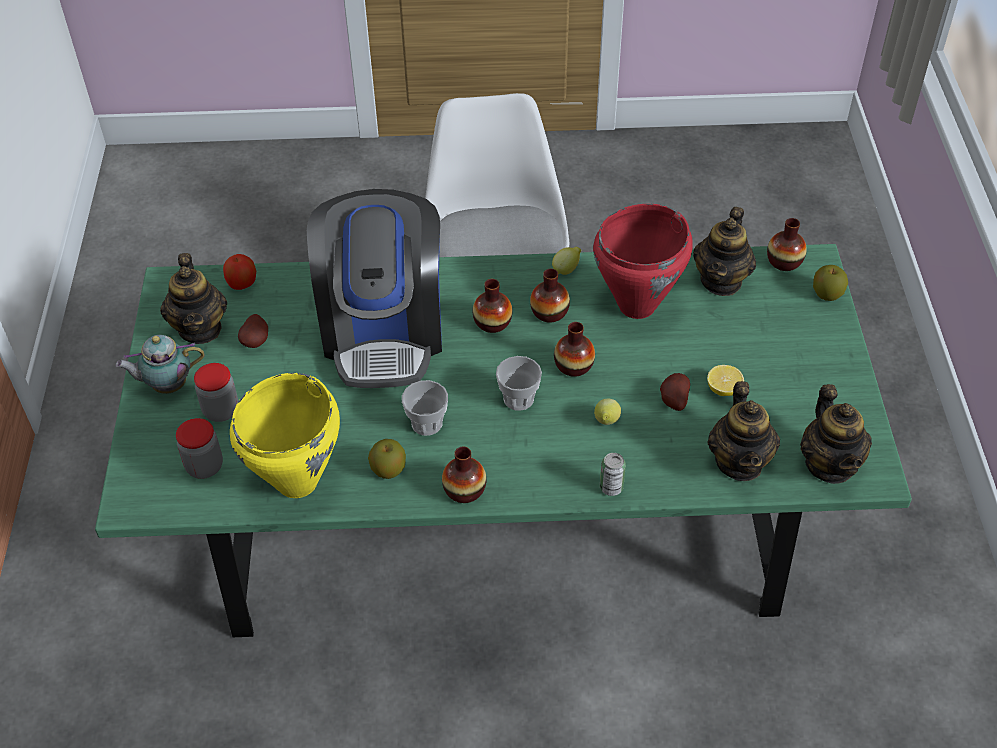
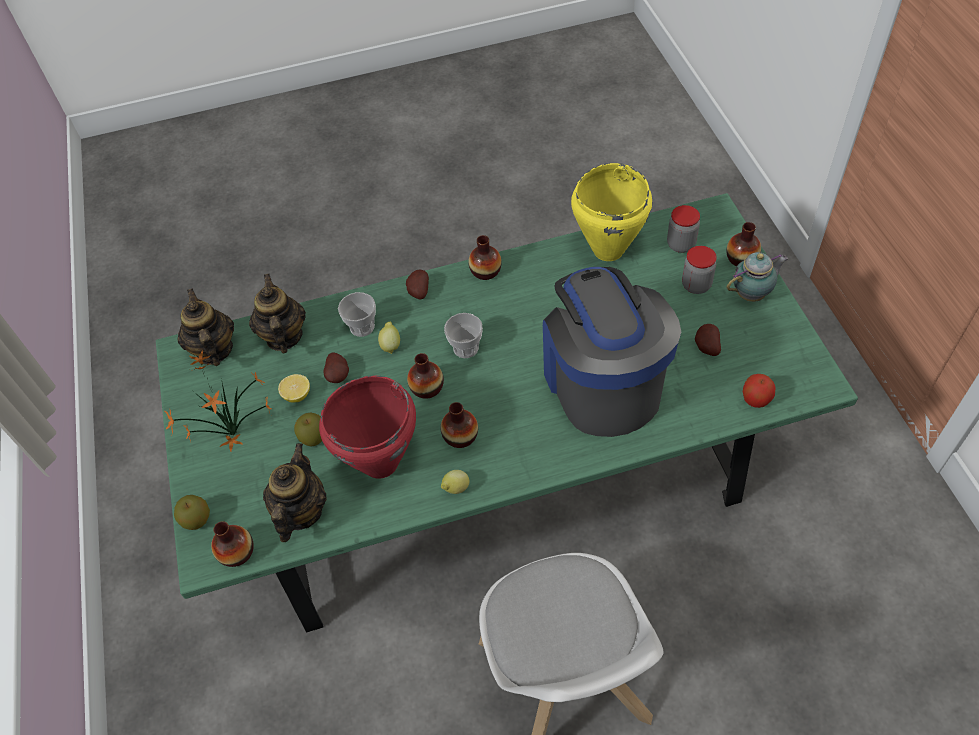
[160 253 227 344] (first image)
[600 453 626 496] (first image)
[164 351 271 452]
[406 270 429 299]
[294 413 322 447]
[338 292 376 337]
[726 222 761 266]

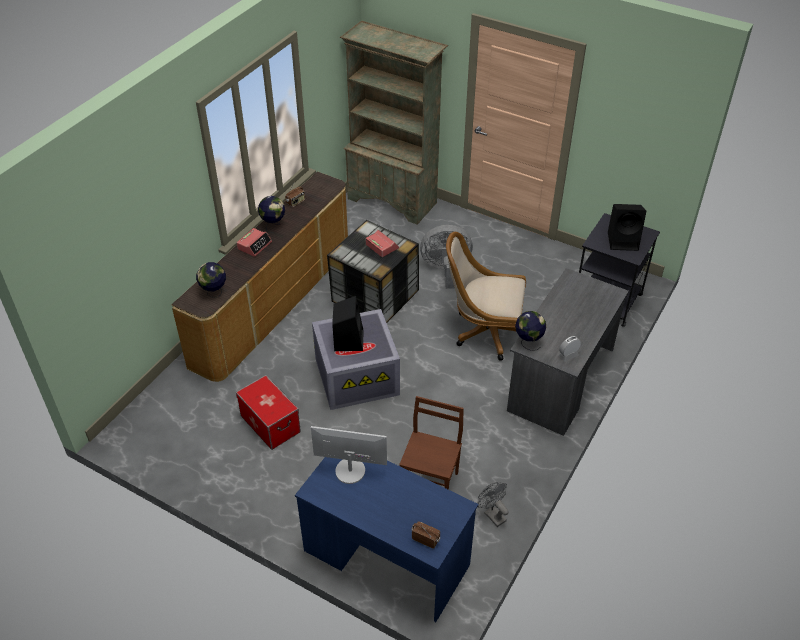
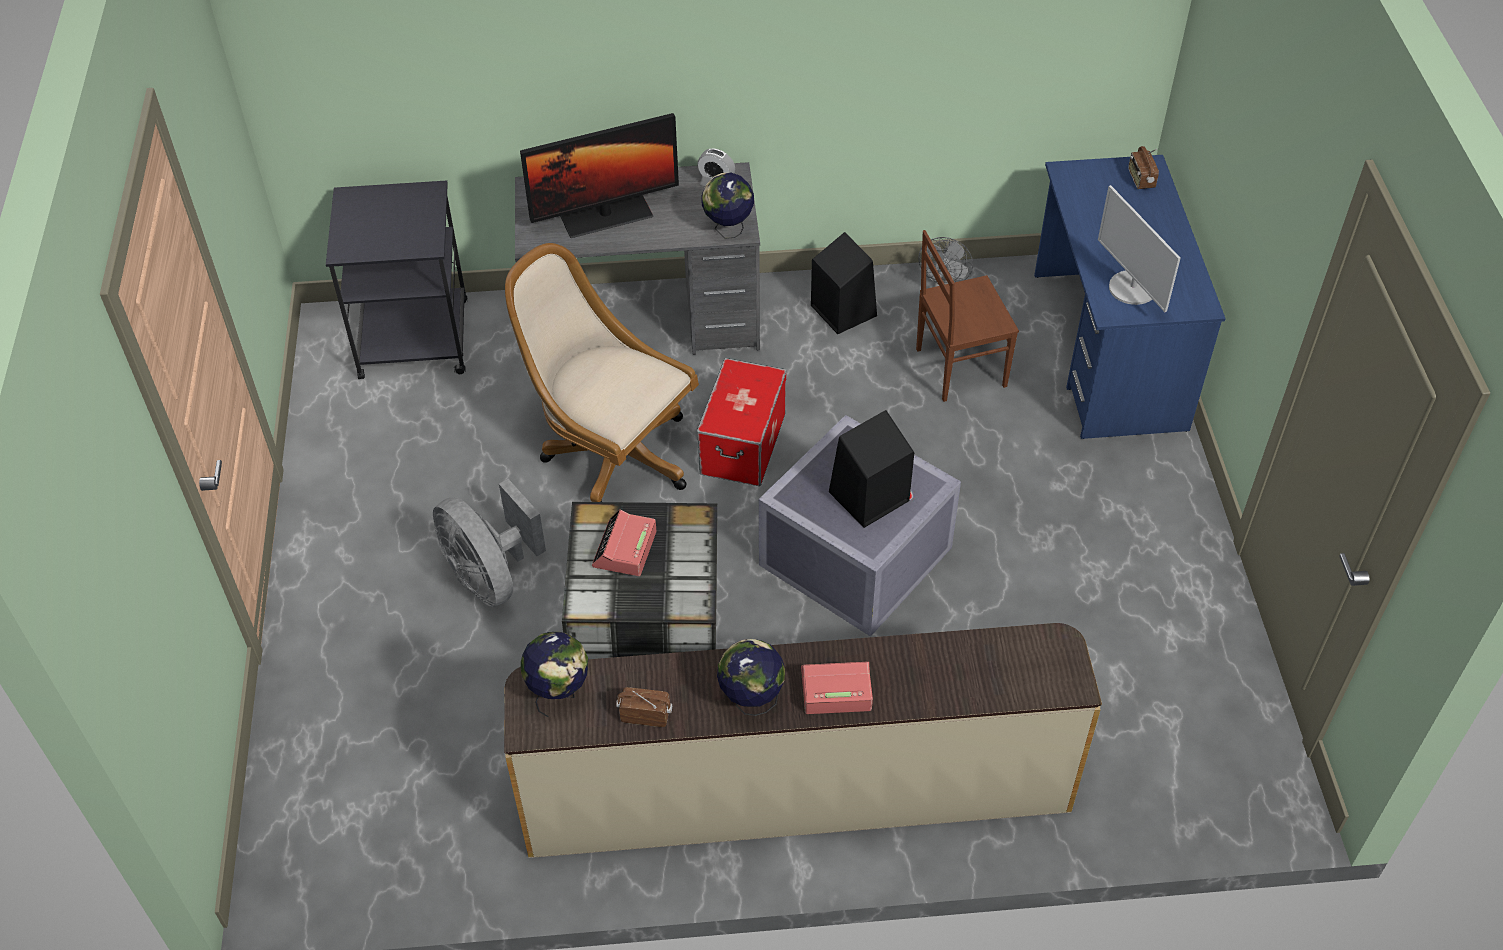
[340 21 448 224] (first image)
[520 113 679 238]
[521 632 588 717]
[697 358 787 486]
[811 232 877 334]
[505 243 699 502]

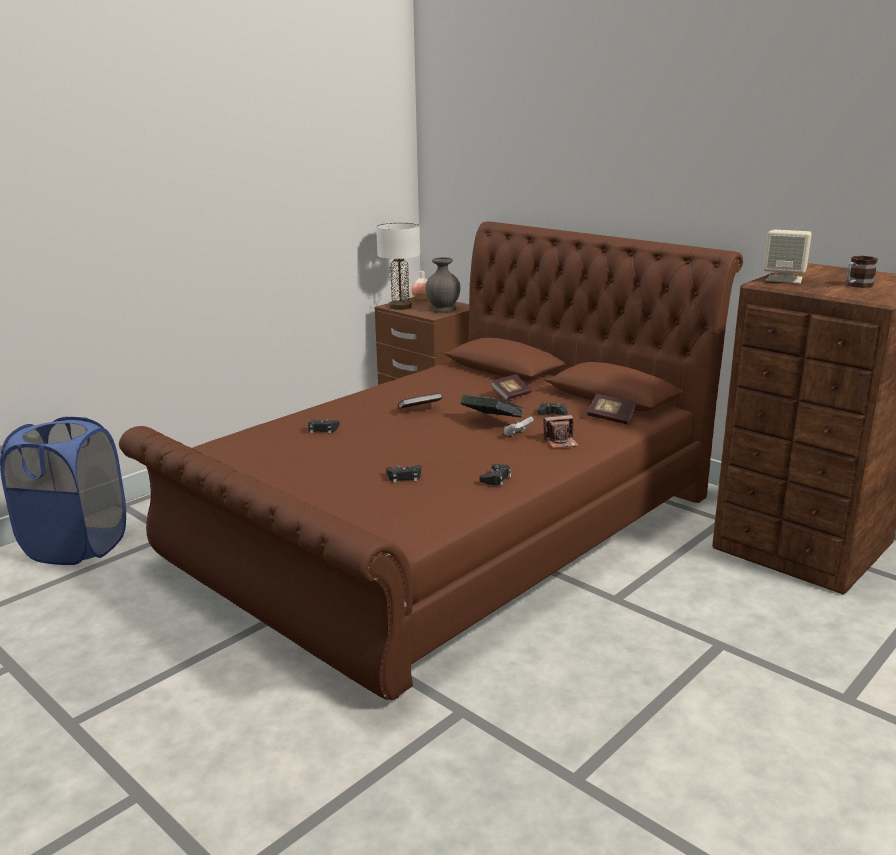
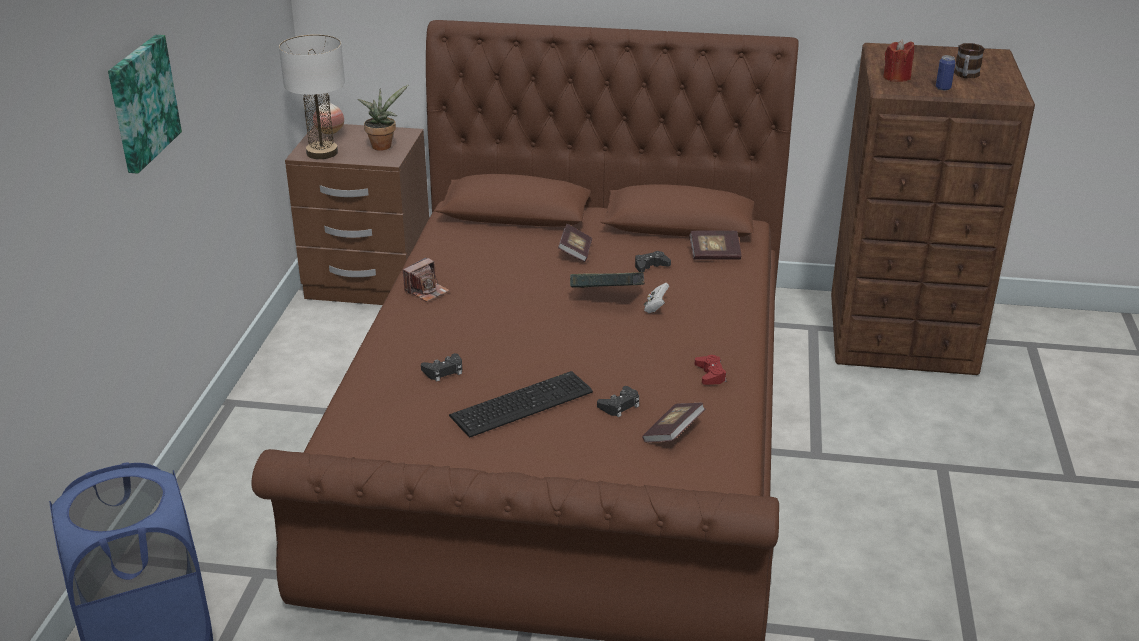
[108 35 182 174]
[449 371 593 438]
[936 55 956 90]
[642 403 706 442]
[403 257 450 302]
[358 85 408 151]
[883 39 914 82]
[695 355 726 385]

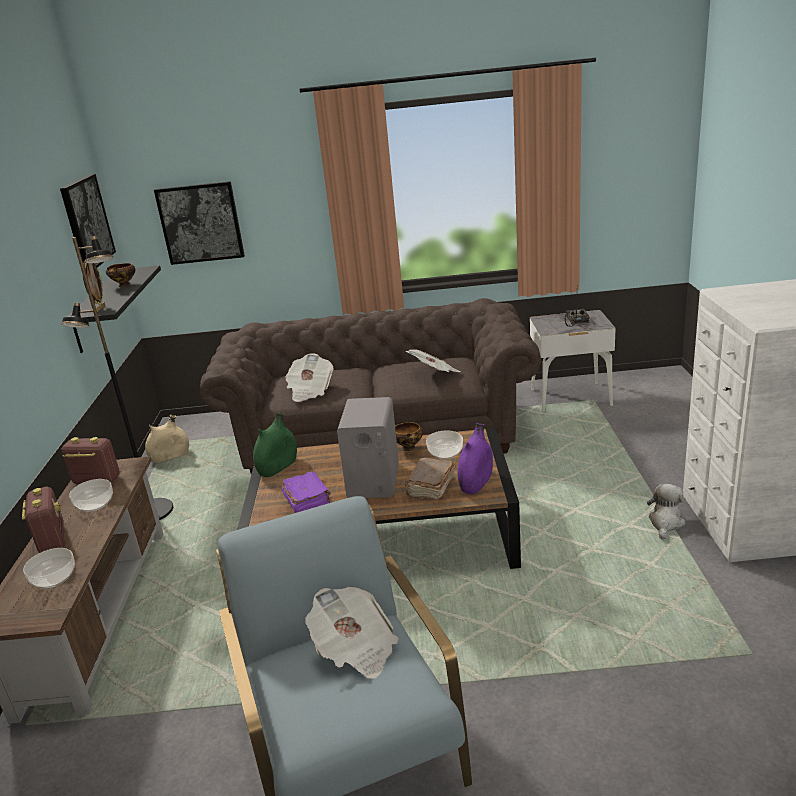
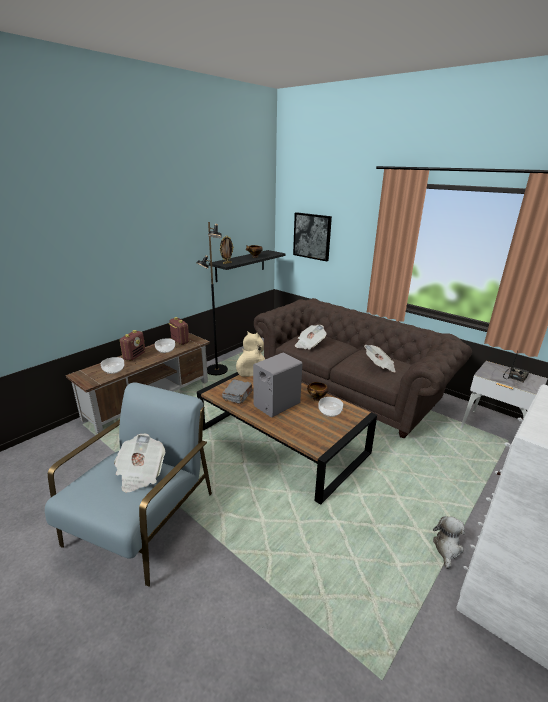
[60 174 116 268] (first image)
[405 458 455 501] (first image)
[458 423 493 494] (first image)
[236 345 265 377]
[222 380 252 404]
[433 516 465 569]

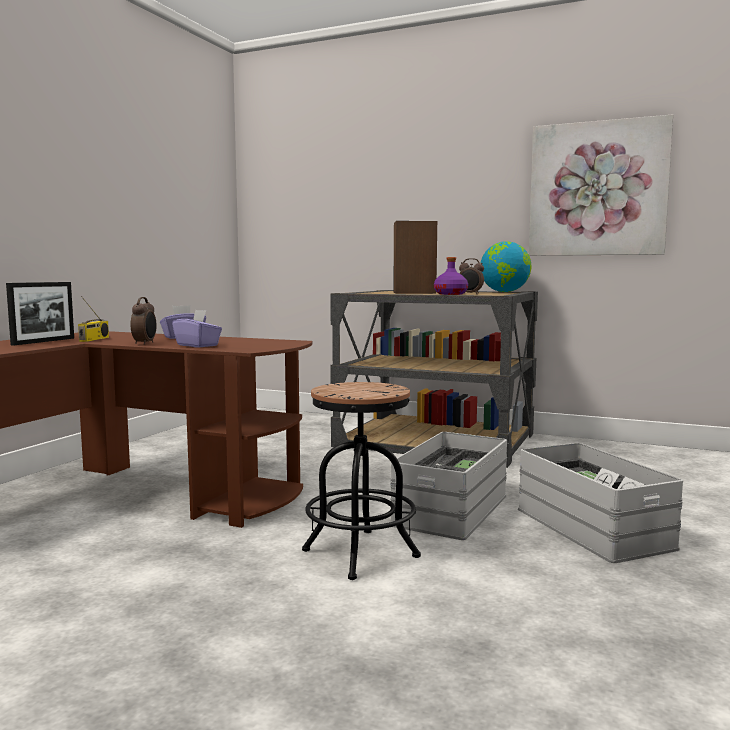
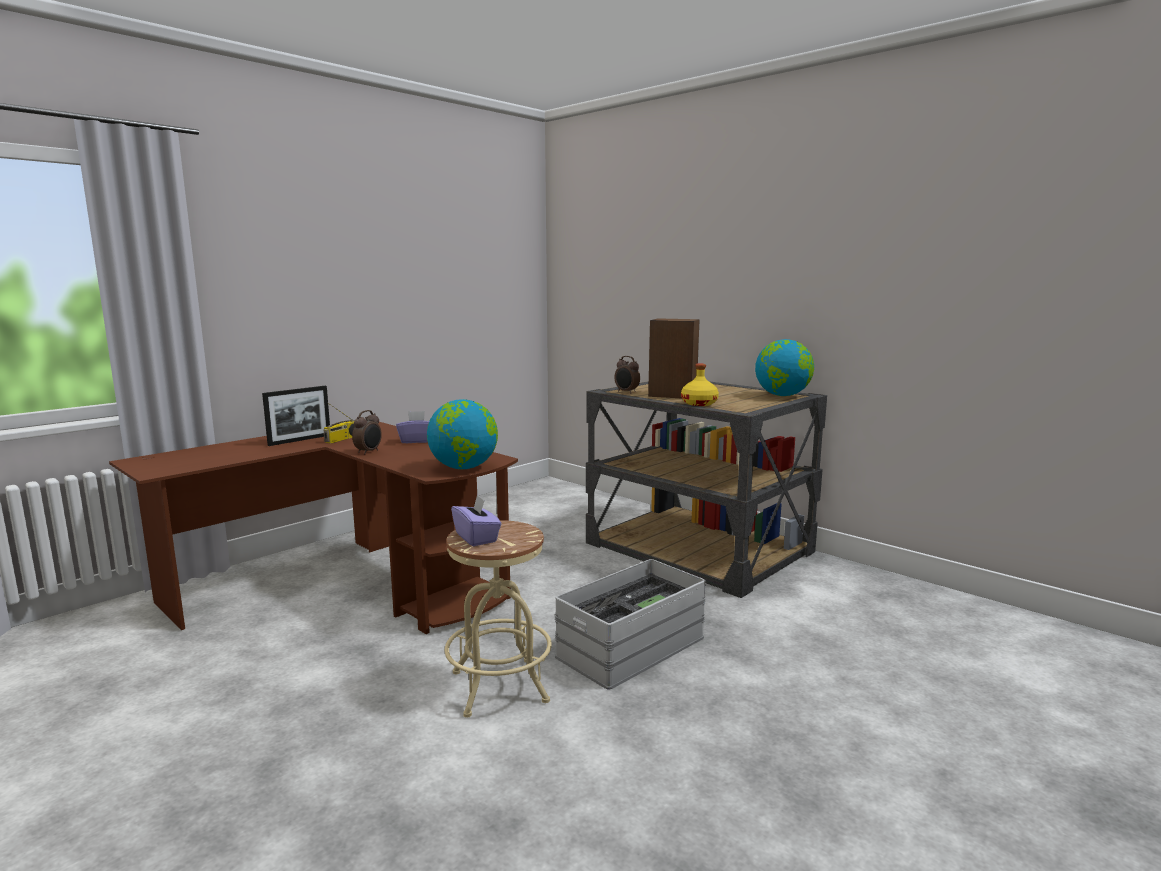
[518 443 683 563] (first image)
[529 115 673 256] (first image)
[427 399 498 469]
[451 495 501 546]
[614 356 640 393]
[445 520 552 718]
[681 364 719 406]

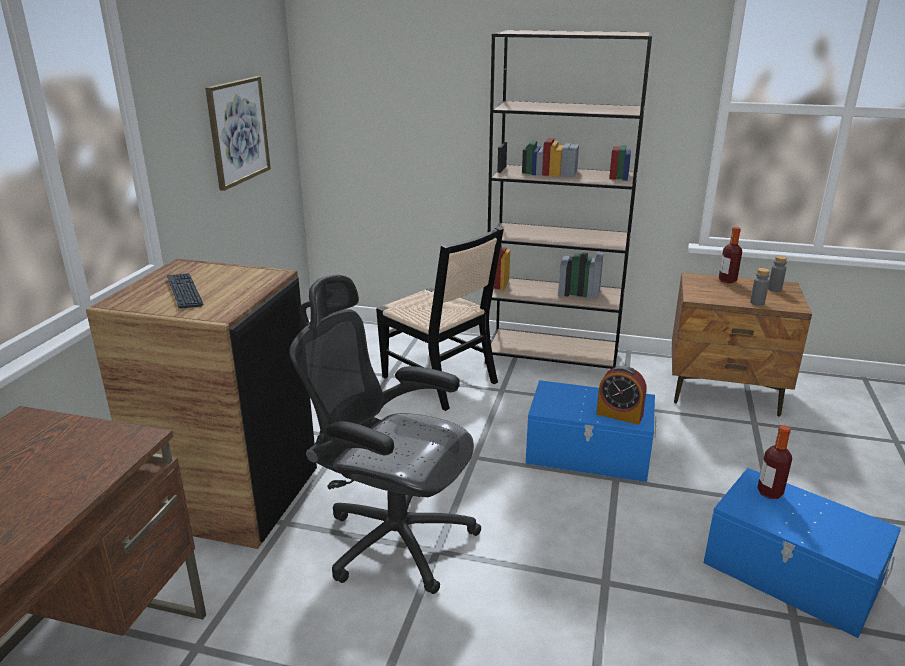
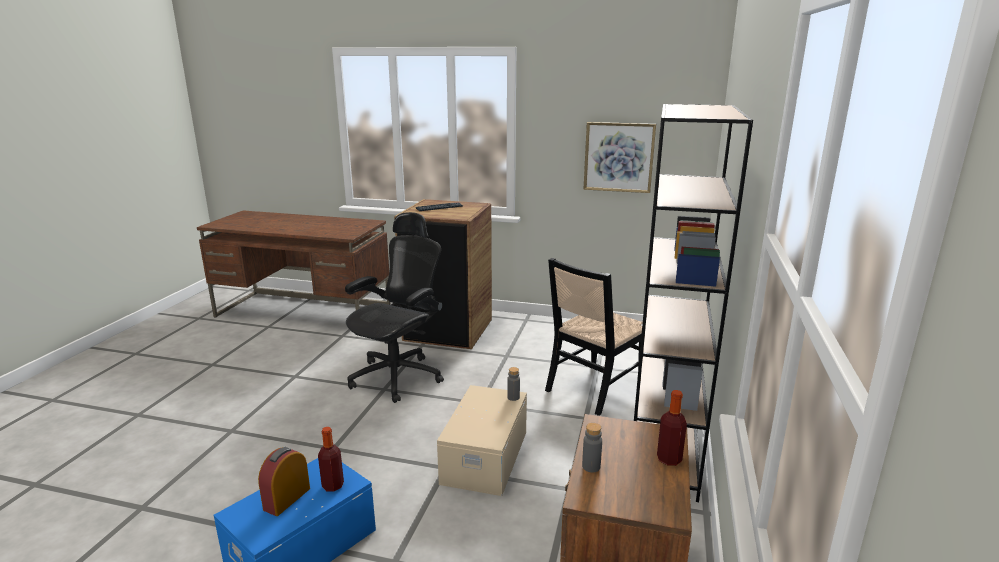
[258 447 310 516]
[507 367 520 401]
[437 385 527 496]

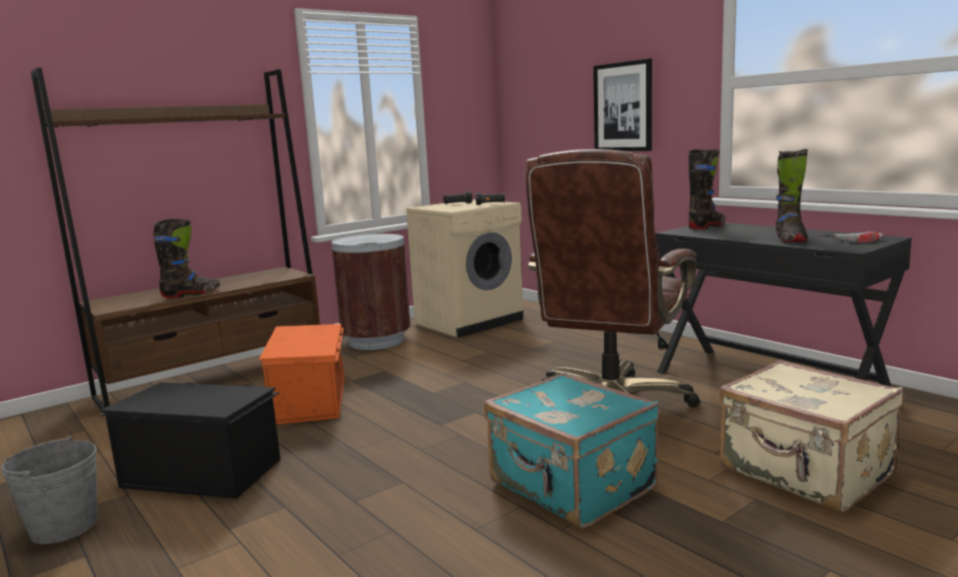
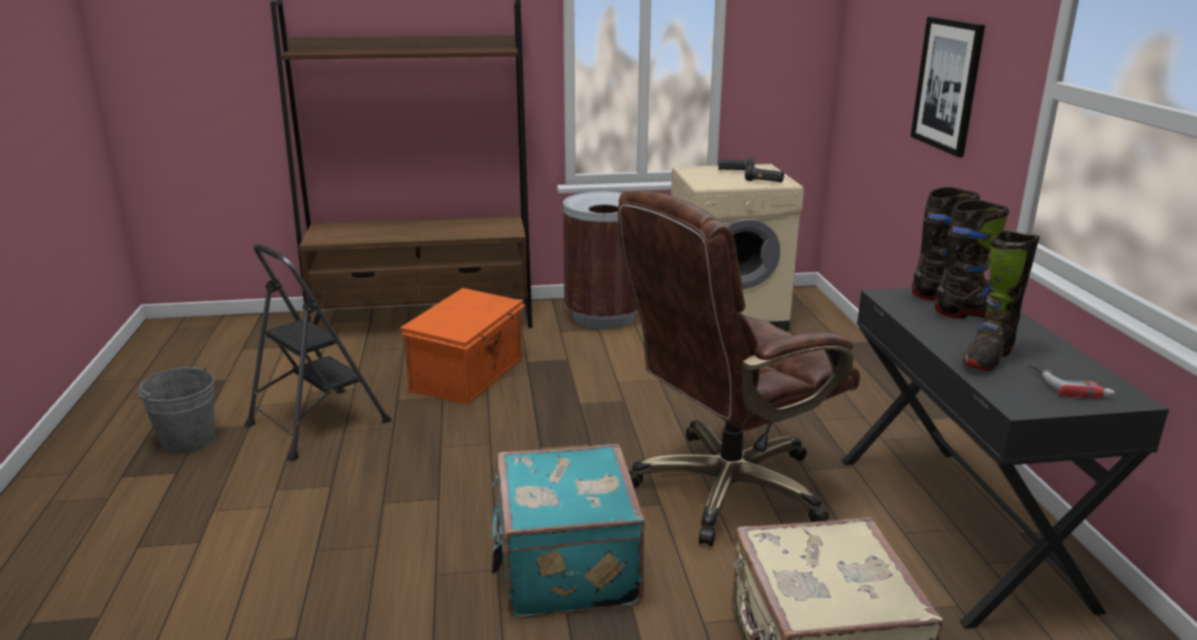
[935 200 1009 318]
[244 244 392 462]

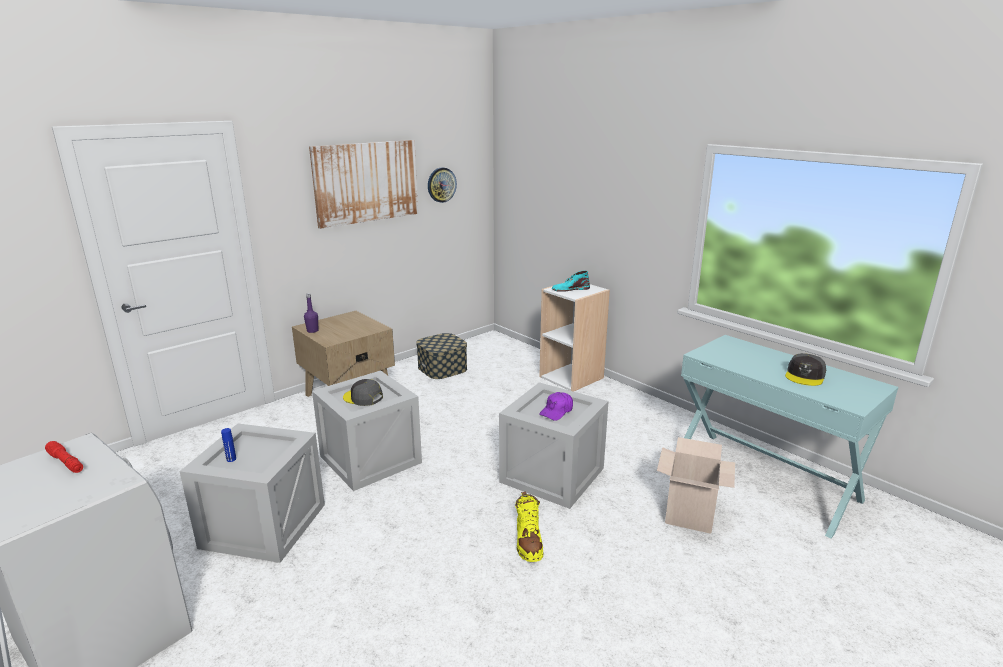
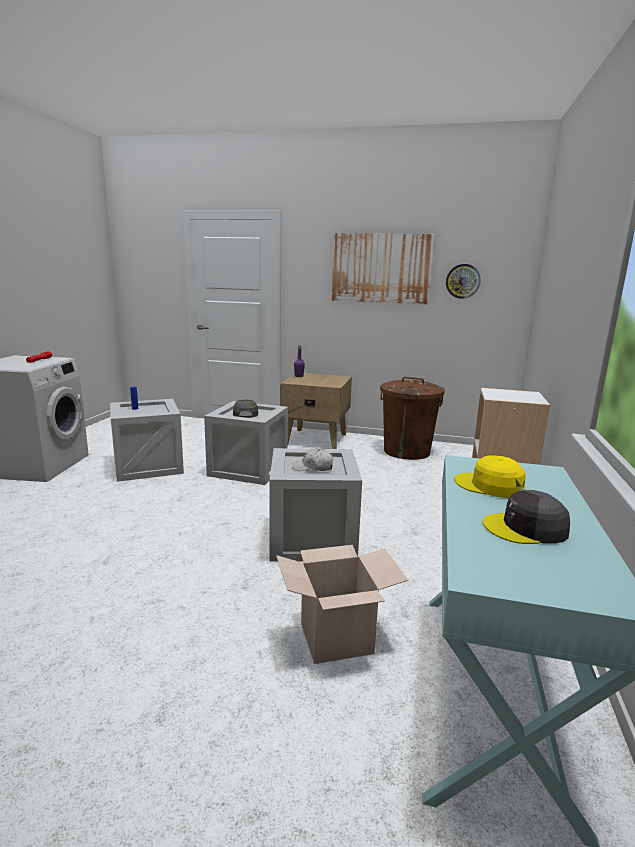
[515 491 543 562] (first image)
[552 271 590 292] (first image)
[454 455 526 498]
[380 377 445 460]
[292 449 333 471]

